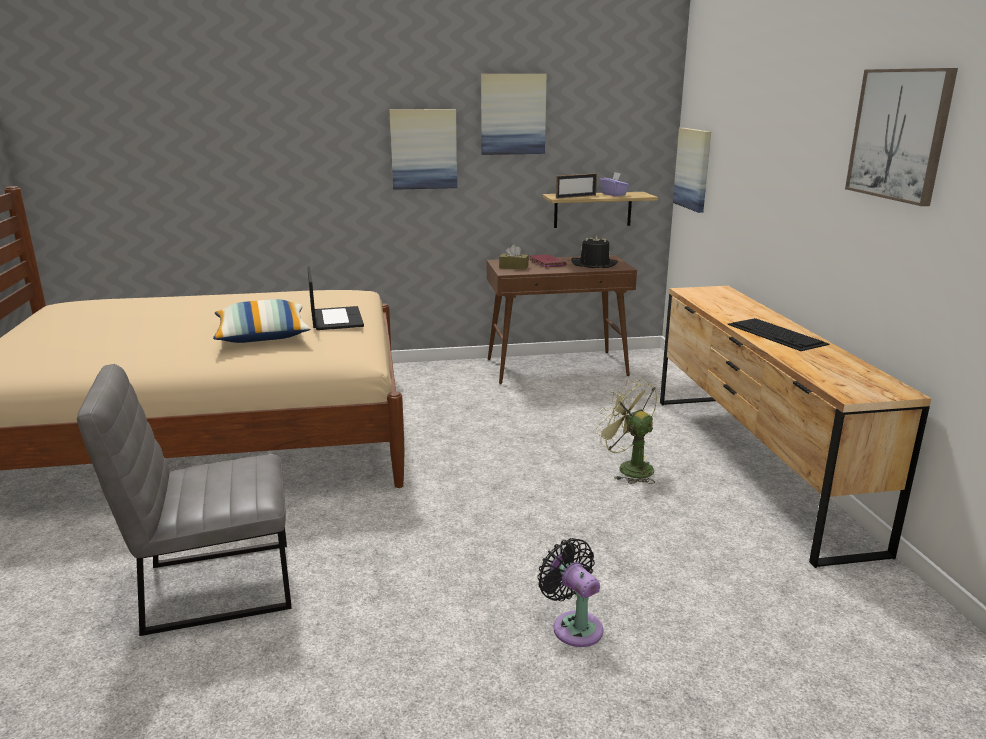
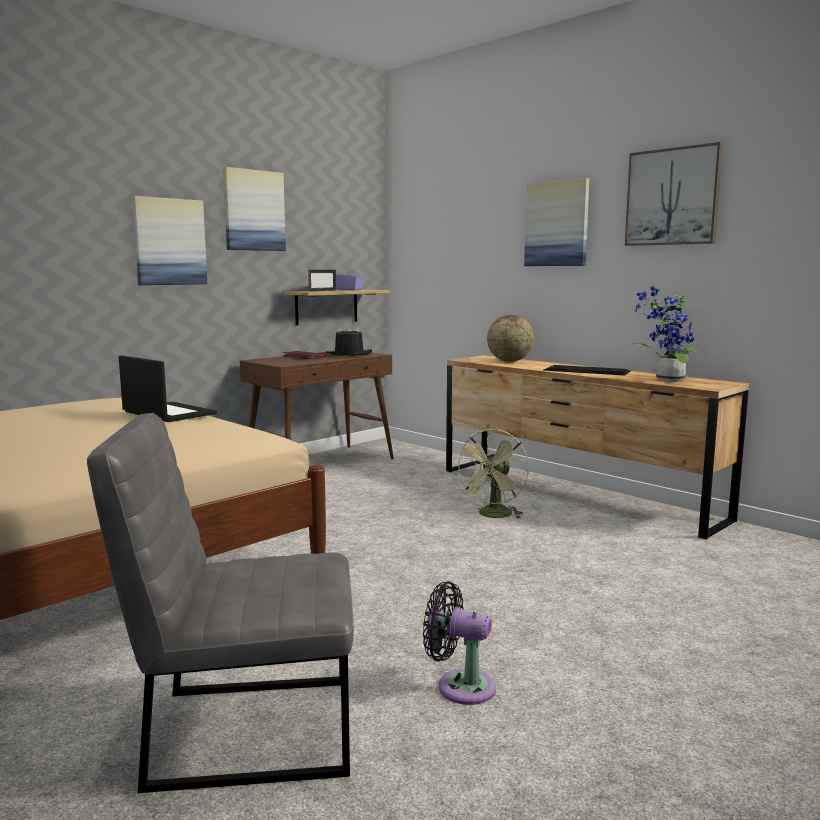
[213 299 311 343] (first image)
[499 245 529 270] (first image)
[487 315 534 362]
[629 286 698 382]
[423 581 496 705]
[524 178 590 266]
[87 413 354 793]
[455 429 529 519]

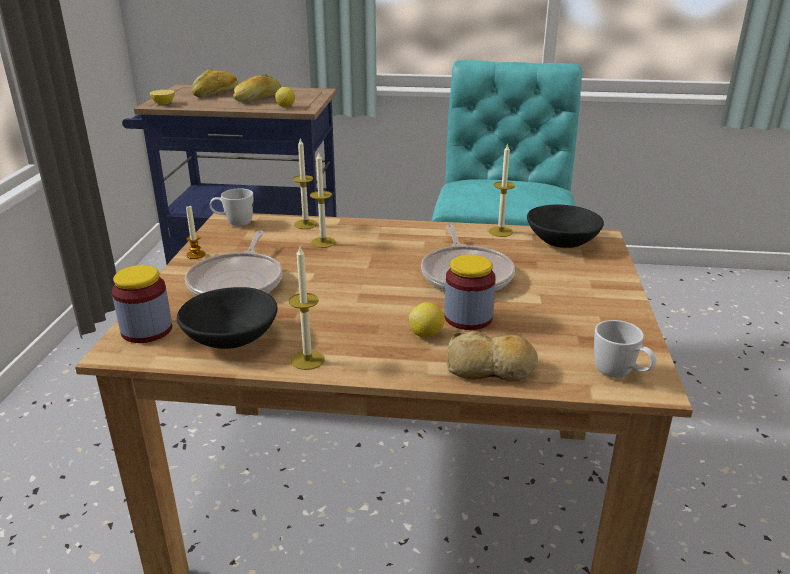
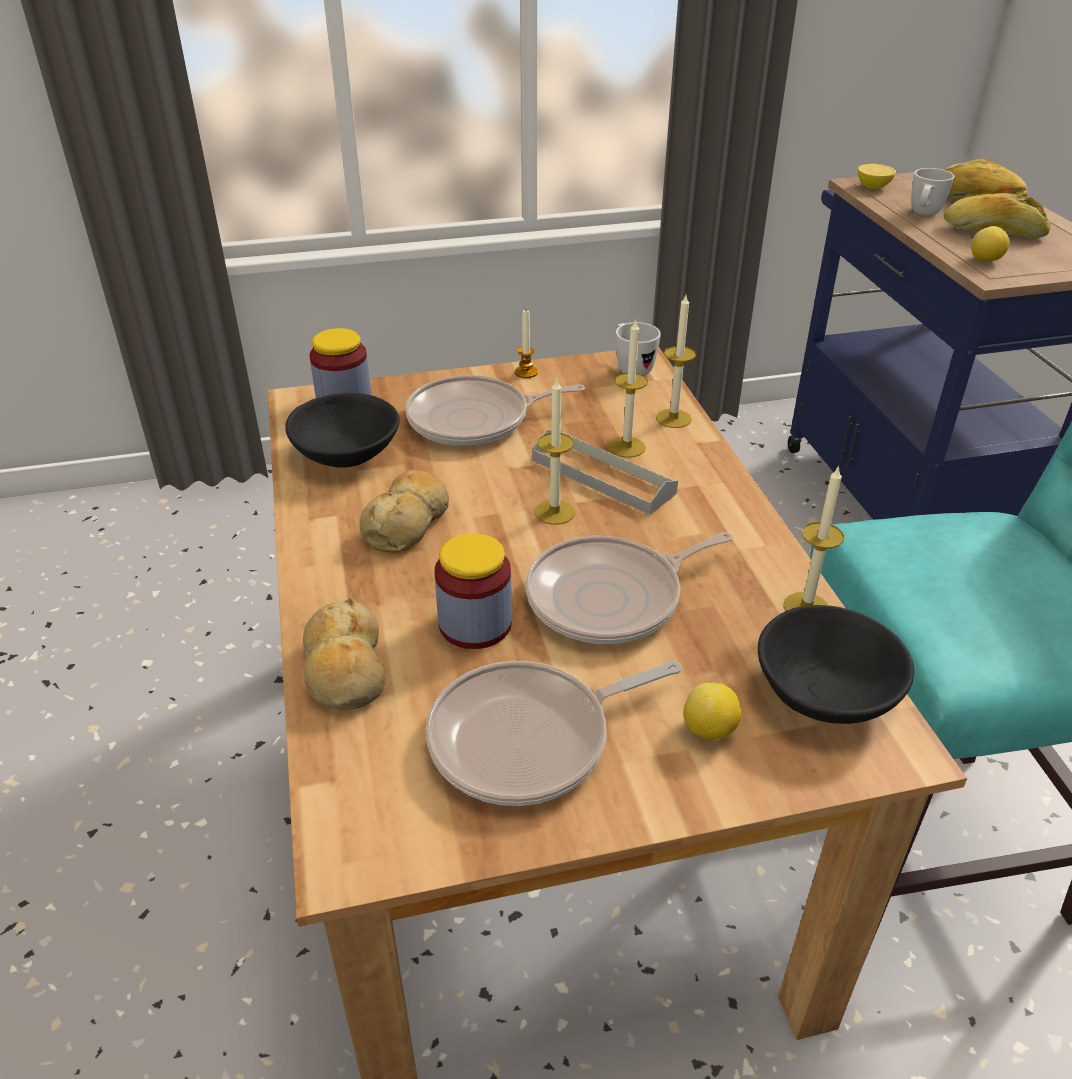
[360 470 449 552]
[426 661 681 806]
[532 430 678 515]
[535 377 575 525]
[683 683 741 741]
[911 168 954 215]

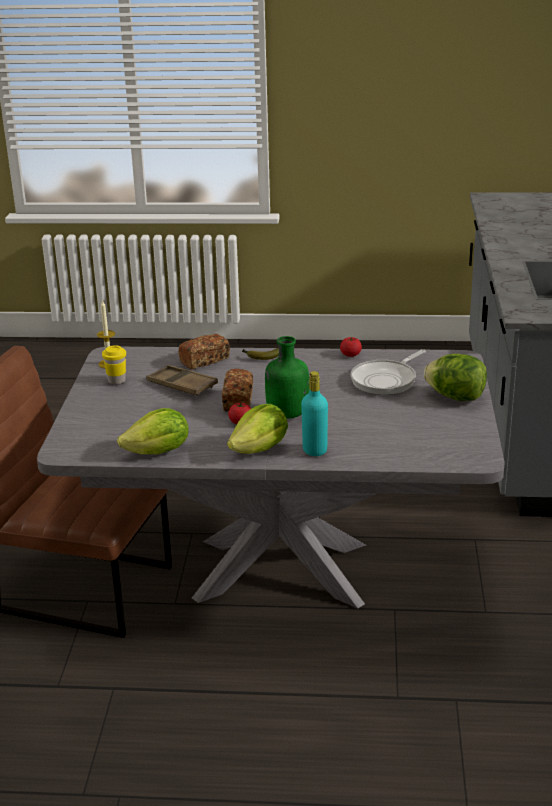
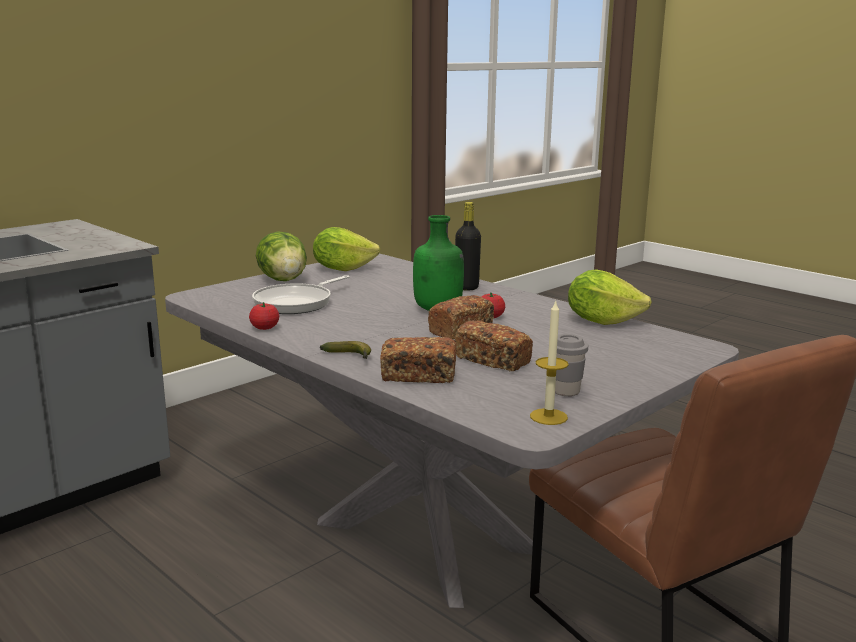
[313 227 380 271]
[455 320 533 371]
[555 334 588 396]
[455 202 481 291]
[252 275 350 314]

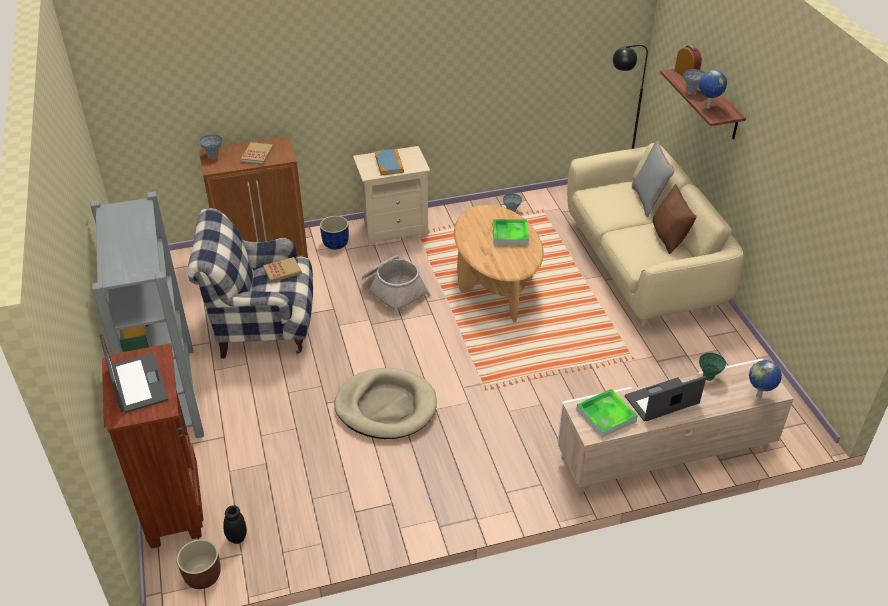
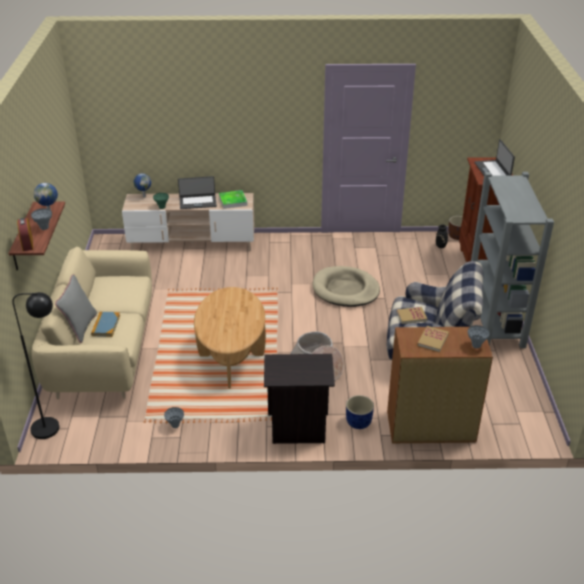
[493 219 529 245] (first image)
[653 184 697 254] (first image)
[91 312 120 337]
[264 354 335 444]

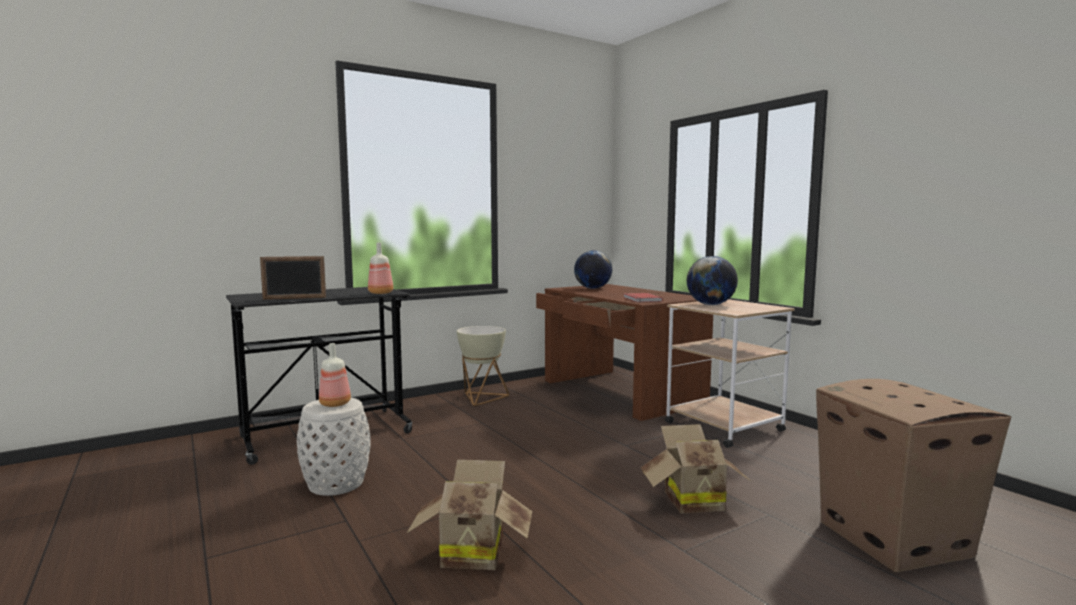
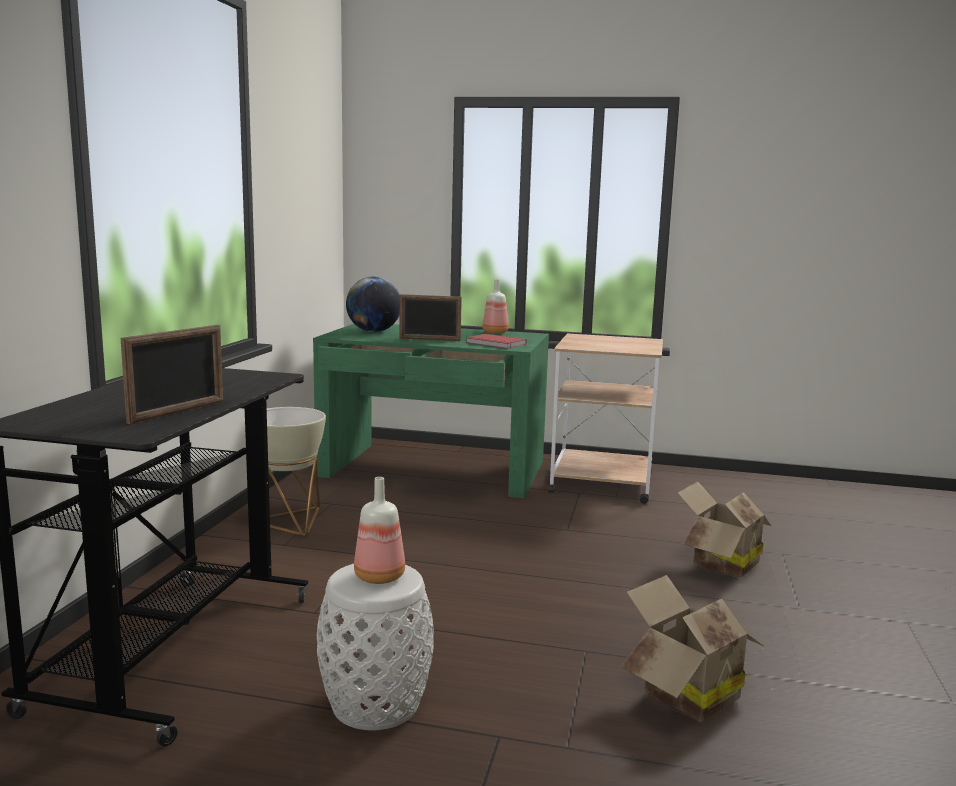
[687 256 738 305] (first image)
[816 379 1011 572] (first image)
[399 294 462 341]
[483 279 509 334]
[313 324 549 498]

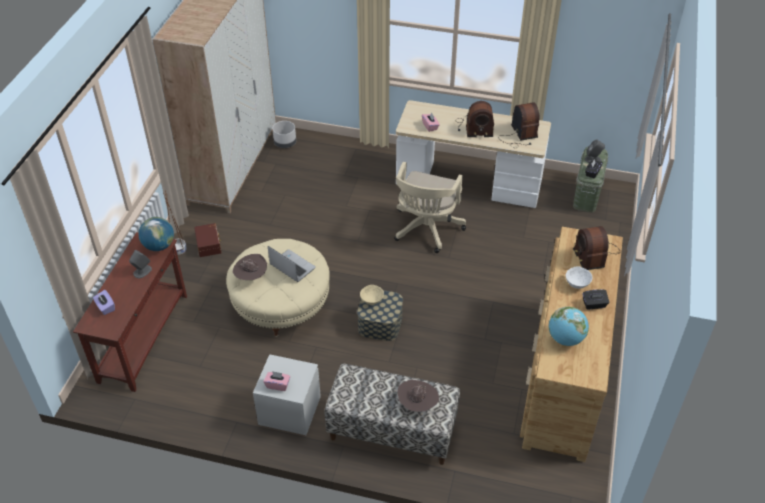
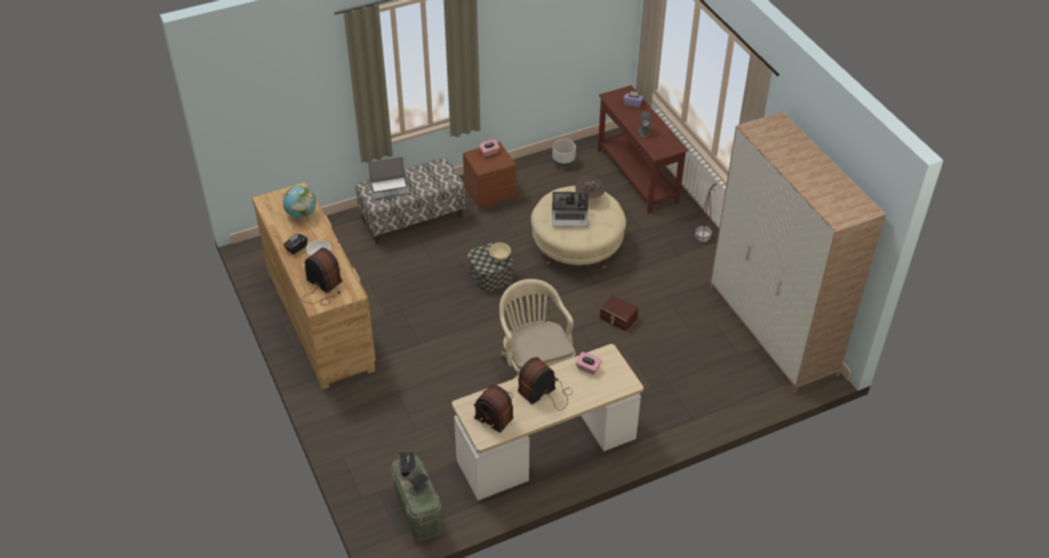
[139 217 174 251] (first image)
[599 295 639 331]
[552 139 576 168]
[368 157 409 200]
[463 142 516 209]

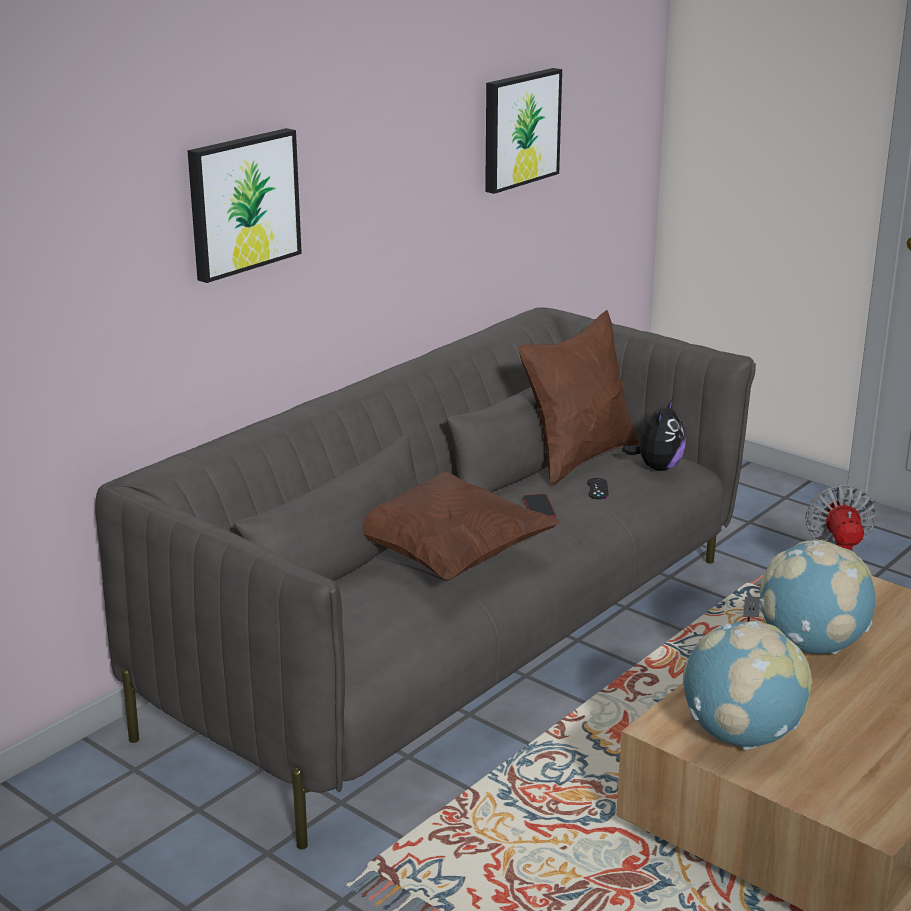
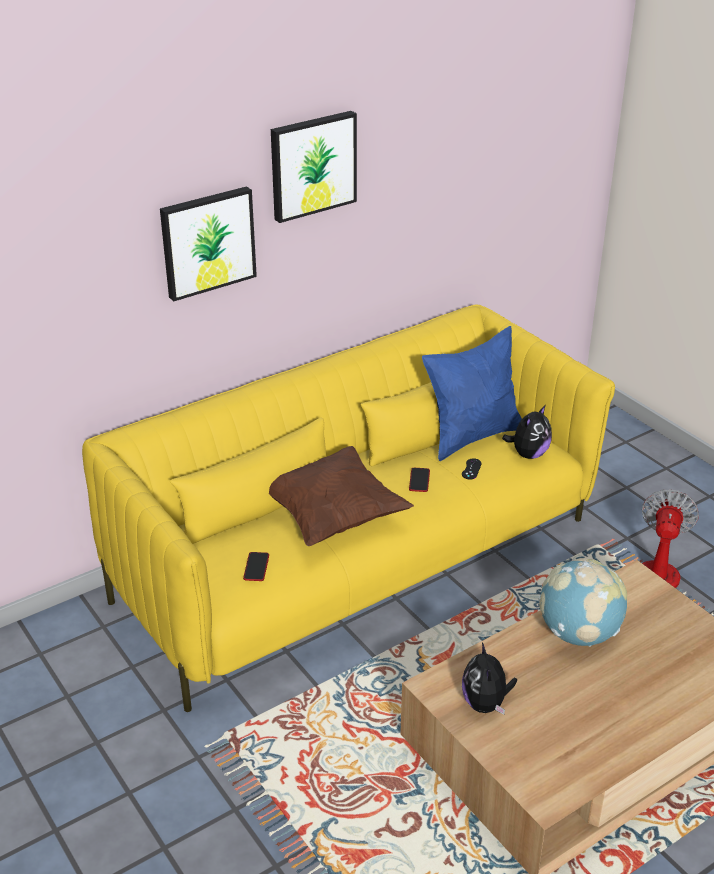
[243 552 269 581]
[271 111 357 223]
[462 642 517 714]
[82 304 615 712]
[422 326 522 461]

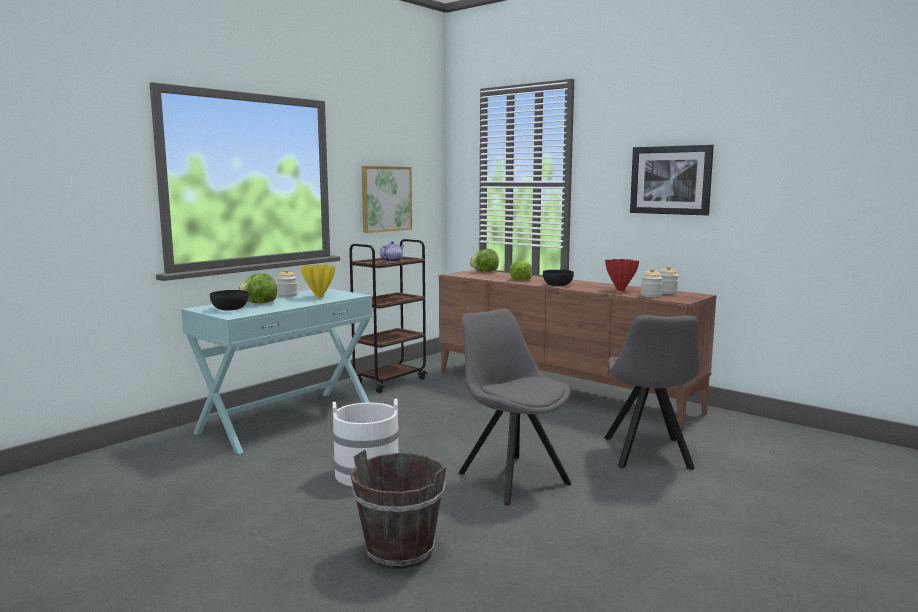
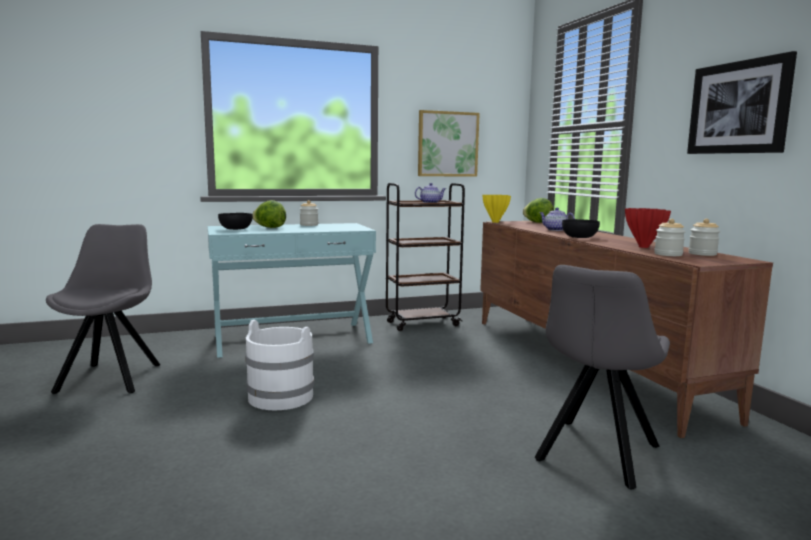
[350 450 446 569] (first image)
[482 195 511 223]
[46 224 160 394]
[539 208 575 231]

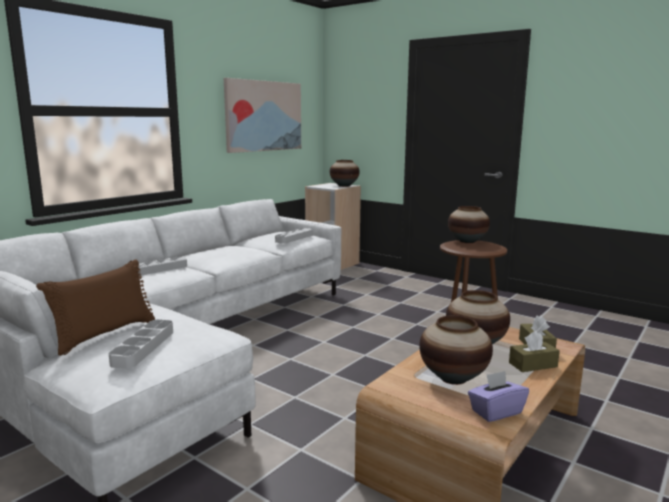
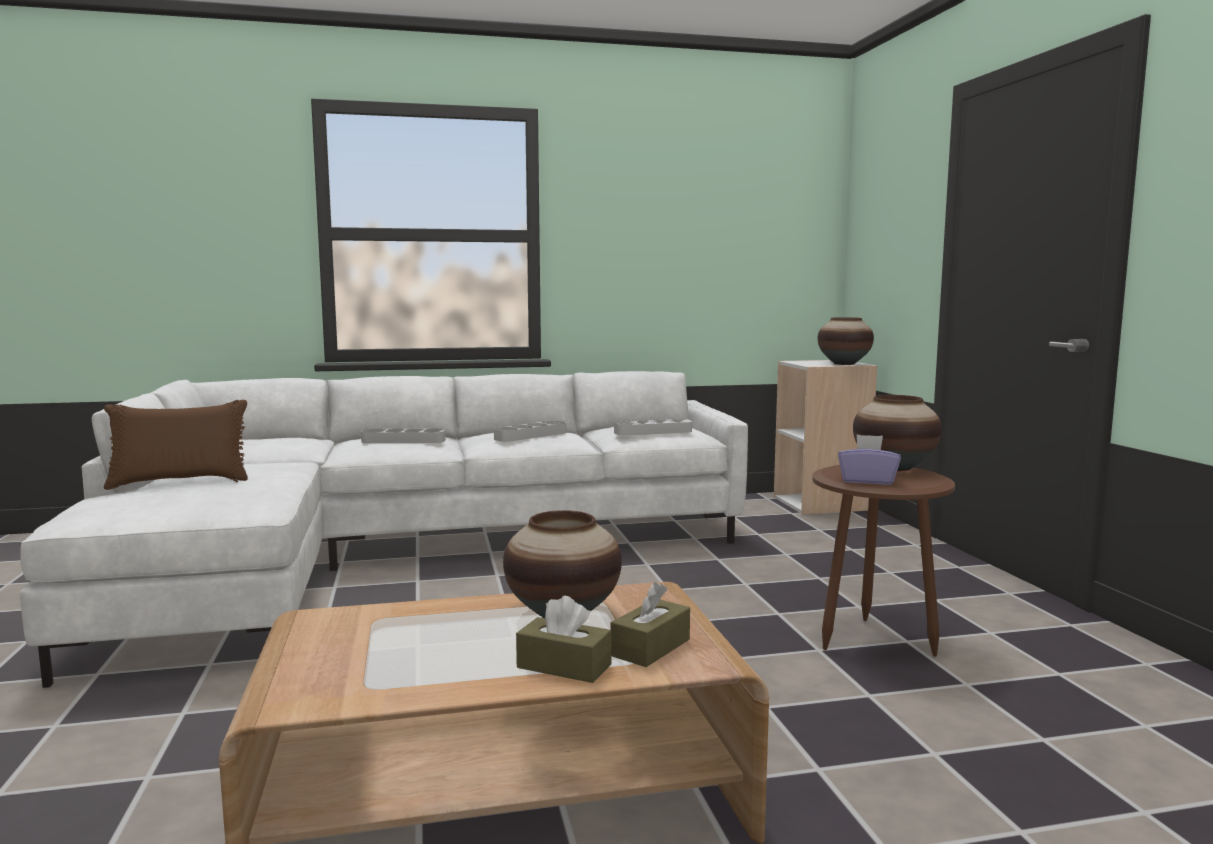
[224 78 301 153] (first image)
[419 315 493 385] (first image)
[494 421 566 442]
[838 435 901 485]

